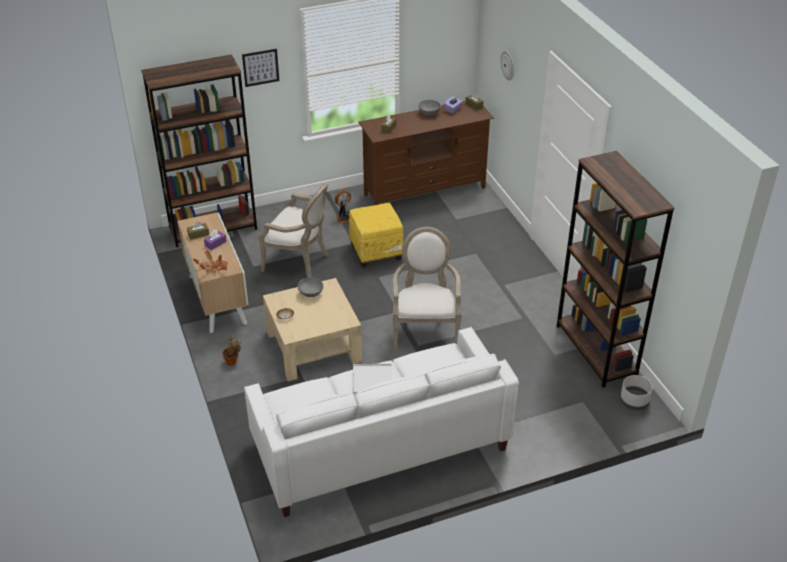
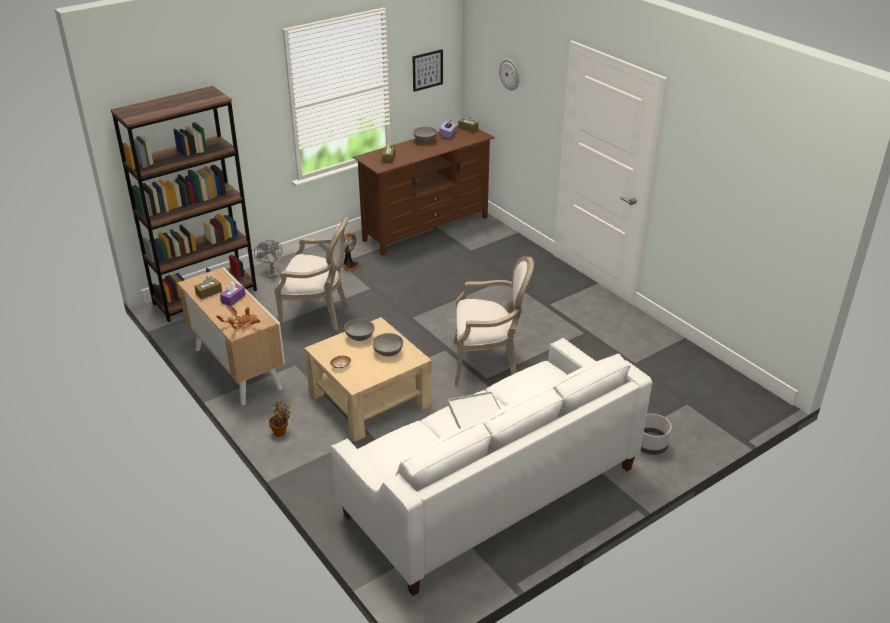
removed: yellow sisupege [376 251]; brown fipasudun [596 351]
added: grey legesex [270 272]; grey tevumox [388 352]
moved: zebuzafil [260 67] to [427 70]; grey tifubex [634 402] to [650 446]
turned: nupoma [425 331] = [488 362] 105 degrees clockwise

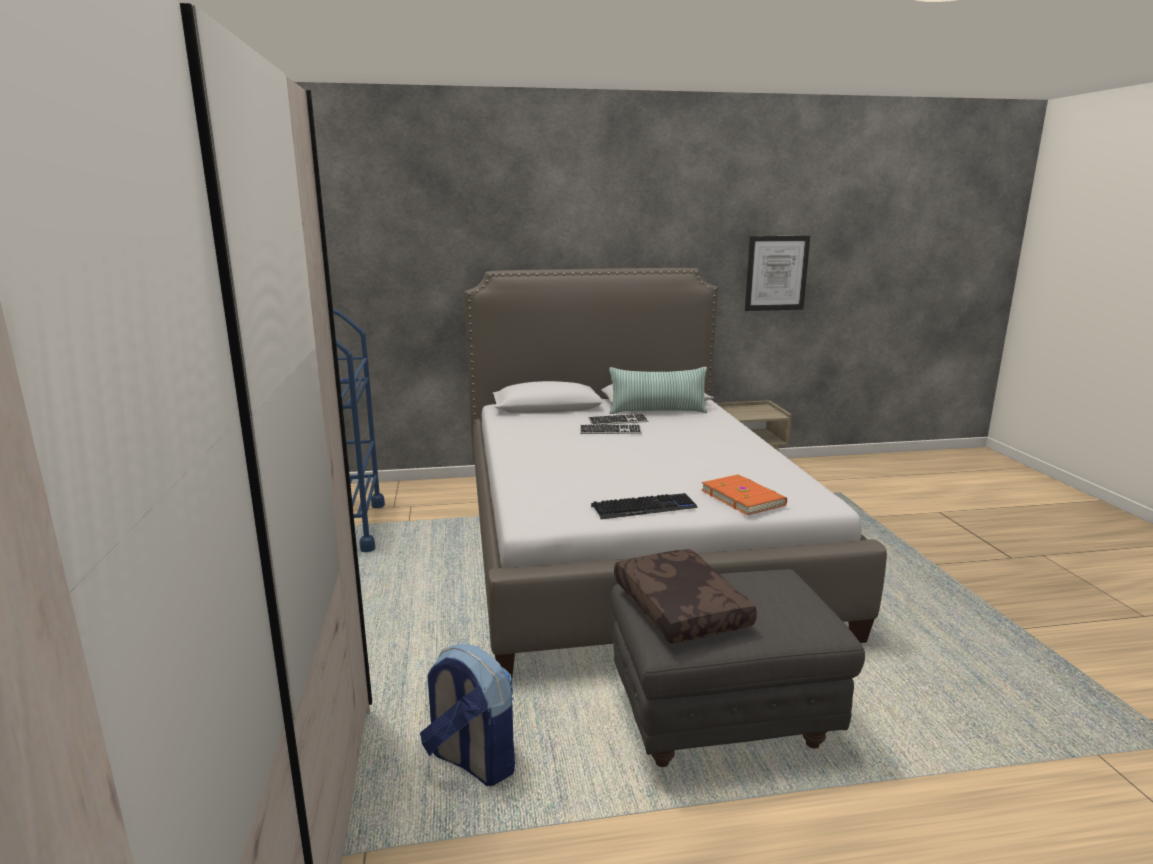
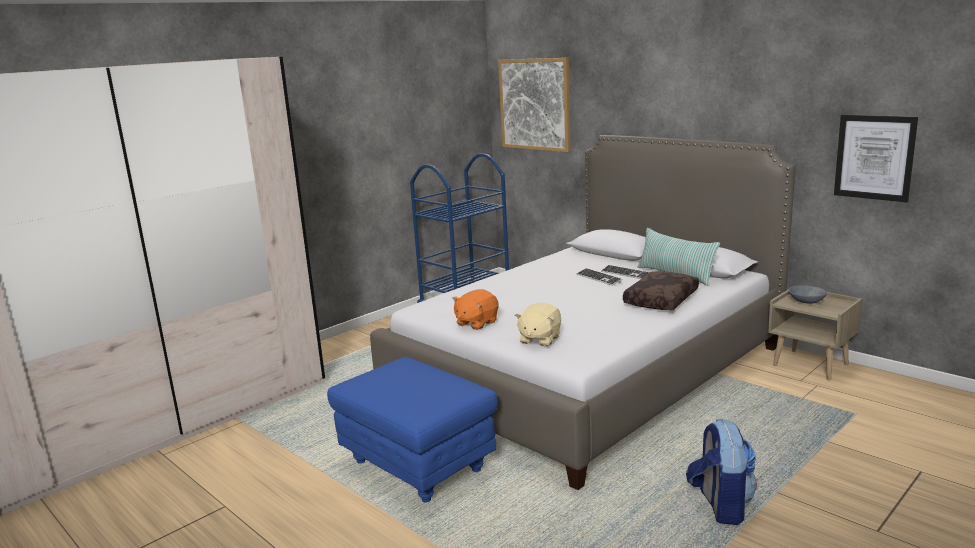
added: zebuzafil [535 104]; grey tevumox [806 301]
moved: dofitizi [471 761] to [720 505]; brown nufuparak [677 608] to [660 299]
replaced: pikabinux [644 508] to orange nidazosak [476 323]; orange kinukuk [743 497] to beige nidazosak [539 339]
recoloured: grey sisupege [721 719] to blue sisupege [419 466]

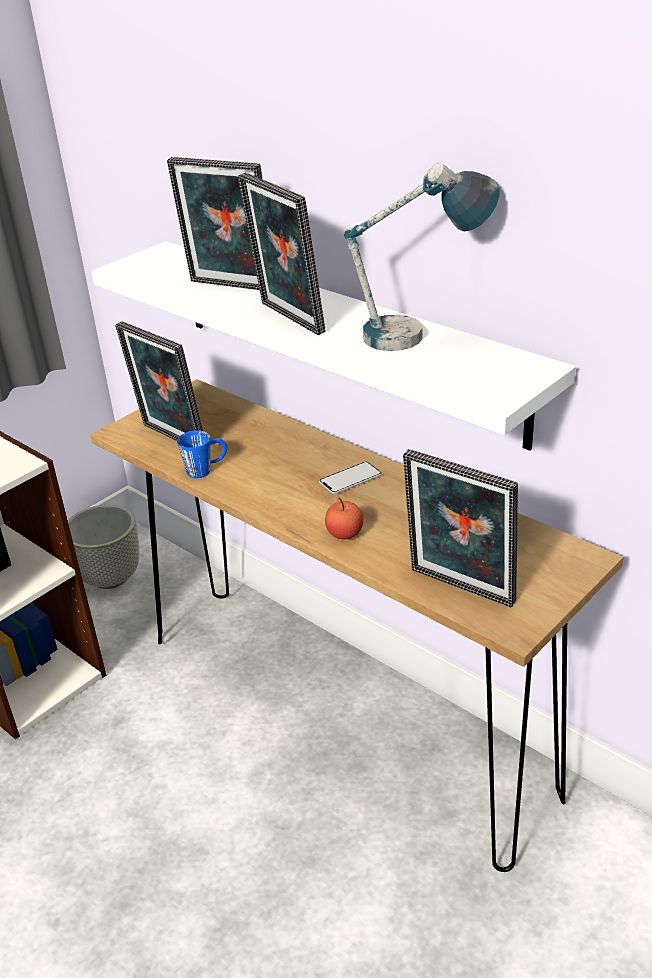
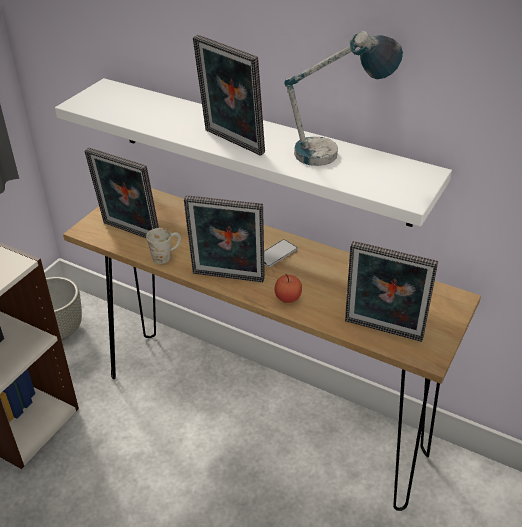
moved: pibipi [230 287] to [227 279]
recoloured: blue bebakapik [206 469] to white bebakapik [166 255]

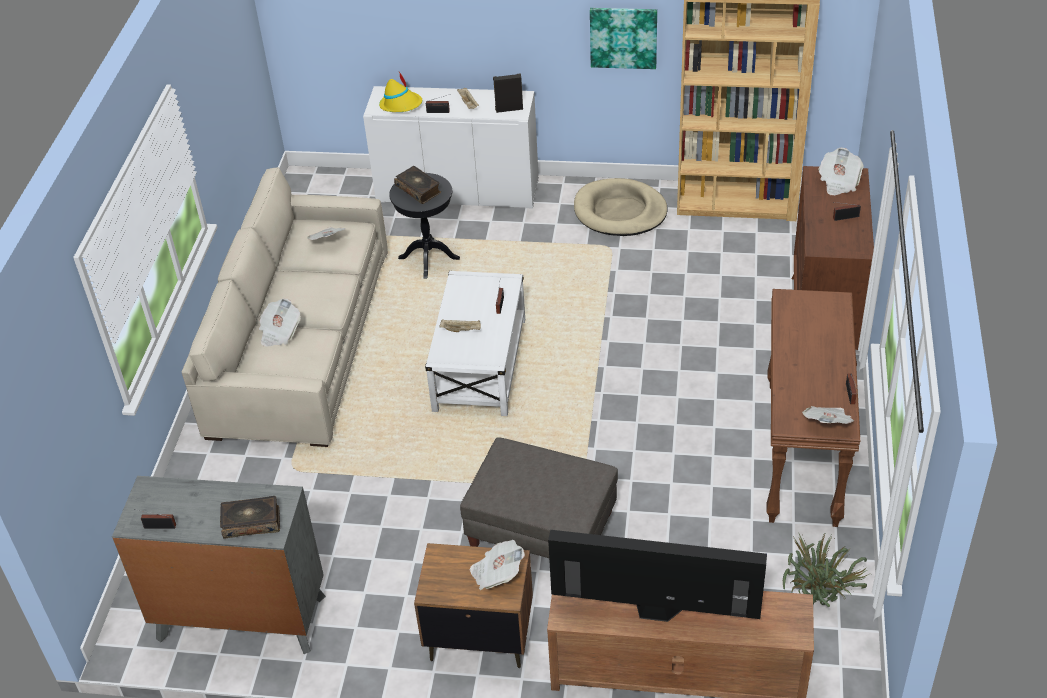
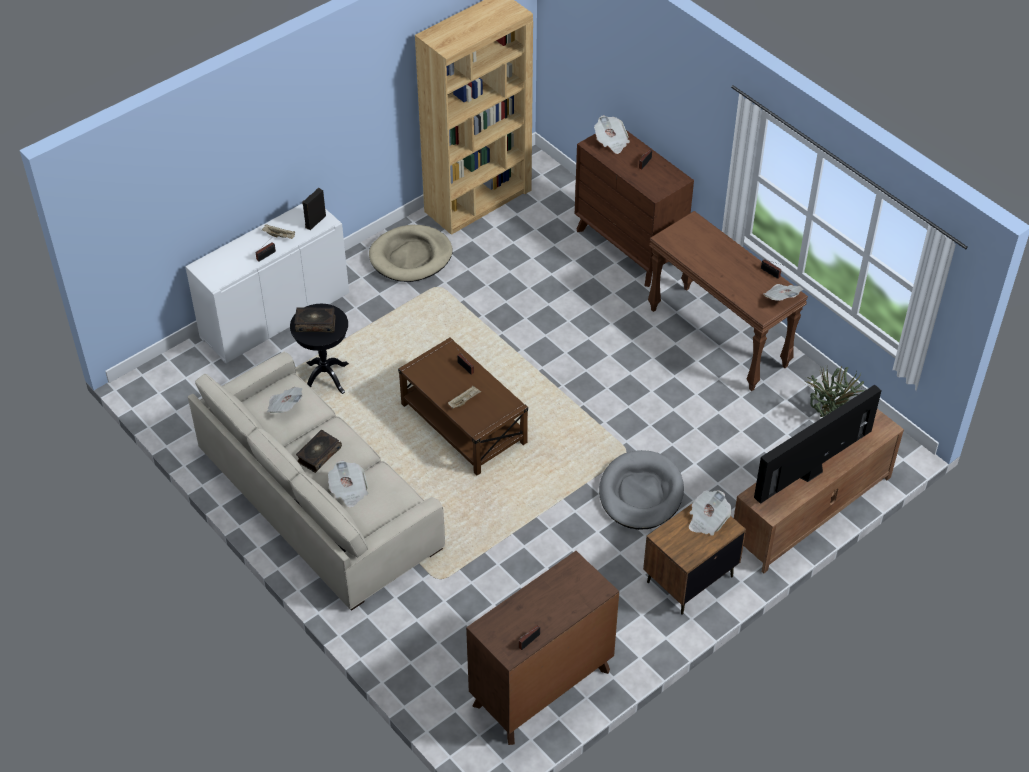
removed: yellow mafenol [401 105]; zebuzafil [623 37]
moved: kinukuk [251 522] to [318 455]
replaced: grey sisupege [542 530] to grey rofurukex [640 493]
recoloured: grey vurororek [241 617] to brown vurororek [541 688]; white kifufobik [480 364] to brown kifufobik [463 423]

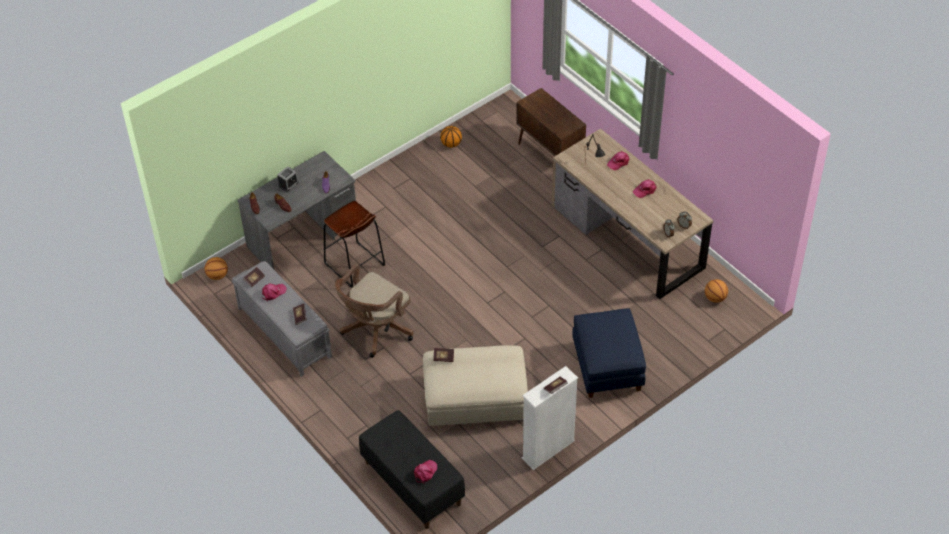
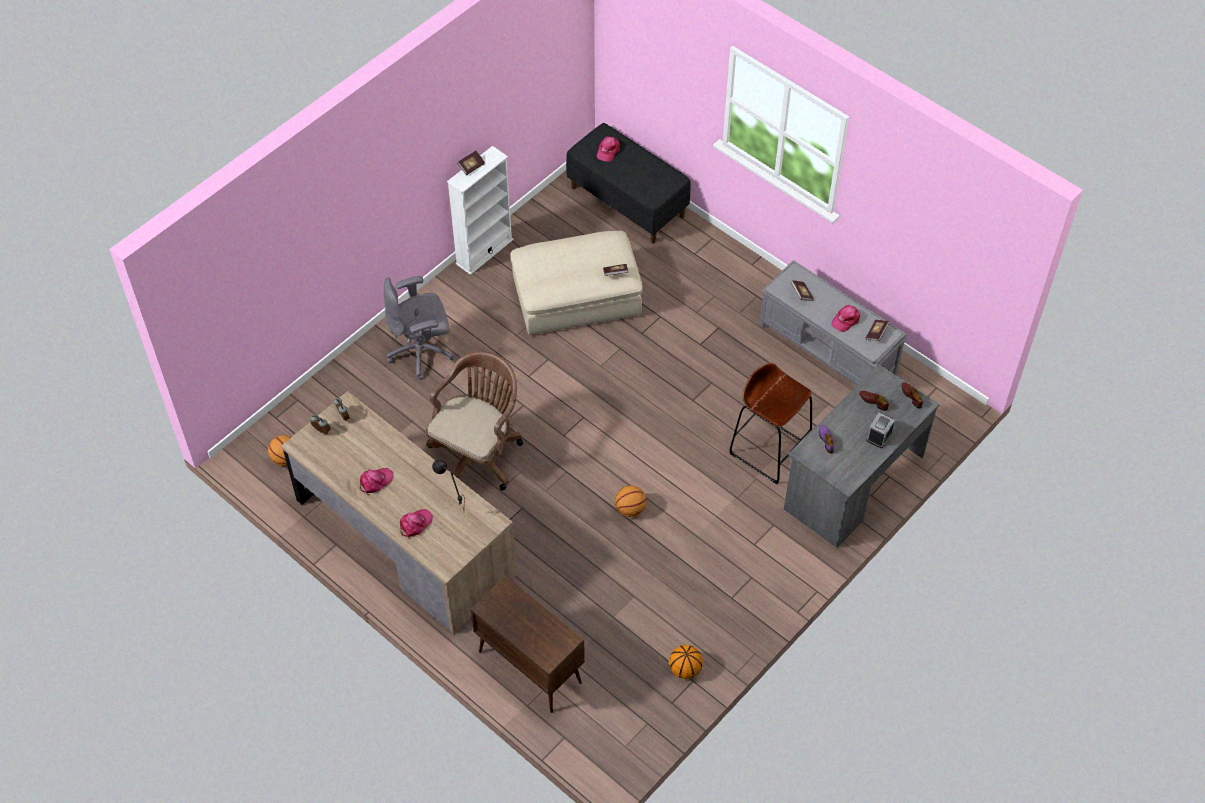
moved: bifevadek [217 275] to [630 509]; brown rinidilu [375 330] to [478 453]
replaced: blue sisupege [608 367] to grey rinidilu [422 352]

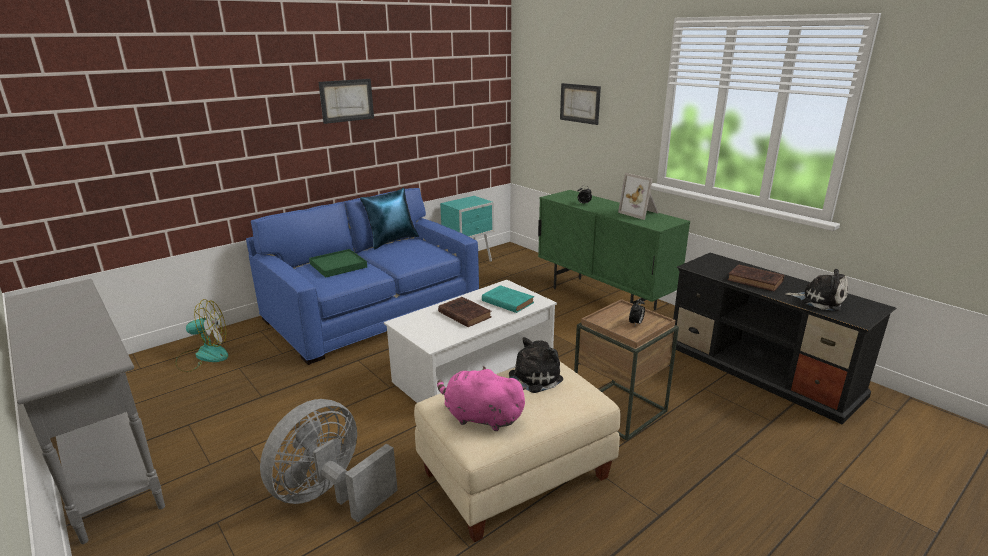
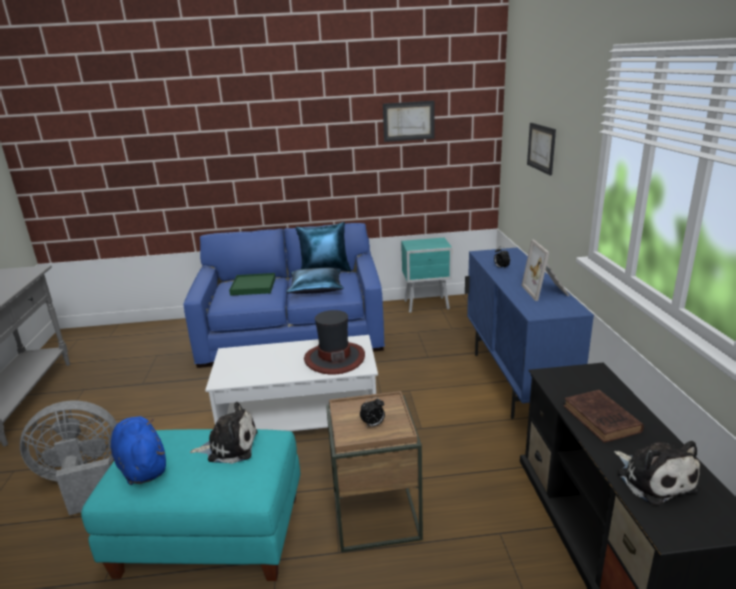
removed: legesex [203 356]; brown kinukuk [463 314]
added: blue nufuparak [316 288]
moved: zebuzafil [346 100] to [408 121]
replaced: turquoise kinukuk [506 301] to mafenol [334 358]
recoloured: beige sisupege [516 476] to turquoise sisupege [209 536]; pink nidazosak [480 417] to blue nidazosak [142 466]; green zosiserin [603 299] to blue zosiserin [515 382]

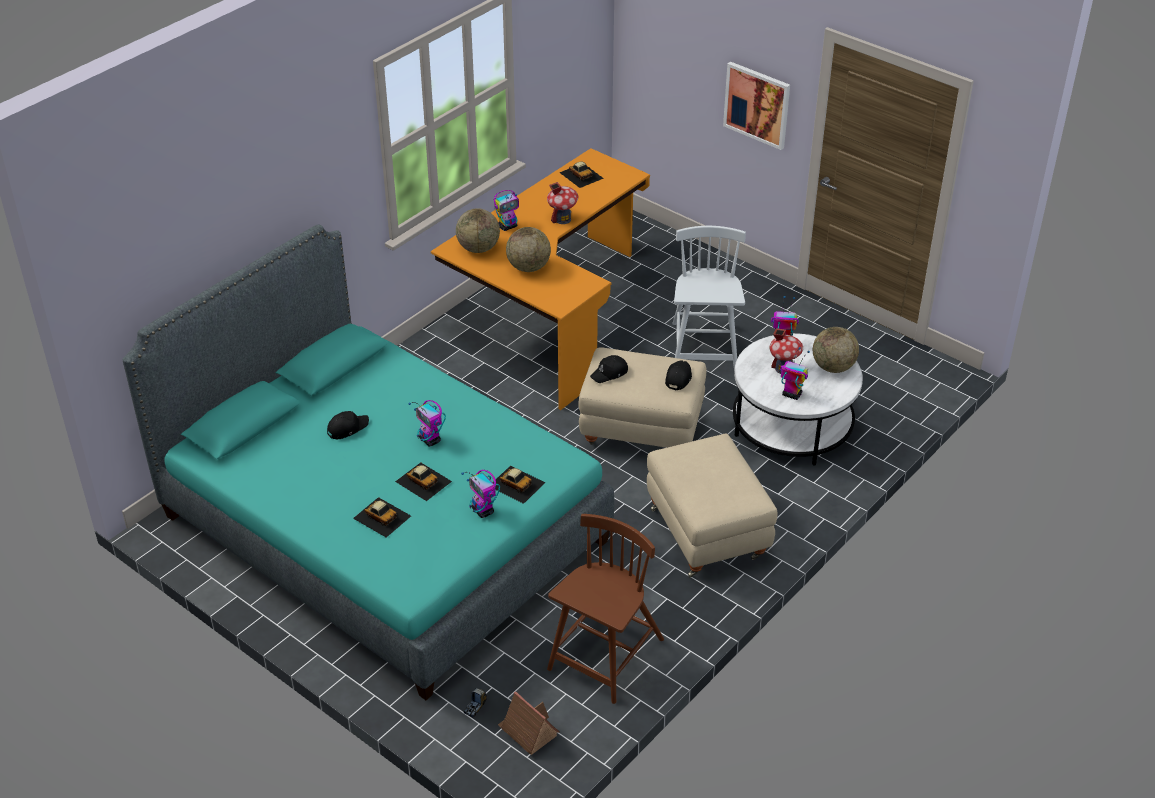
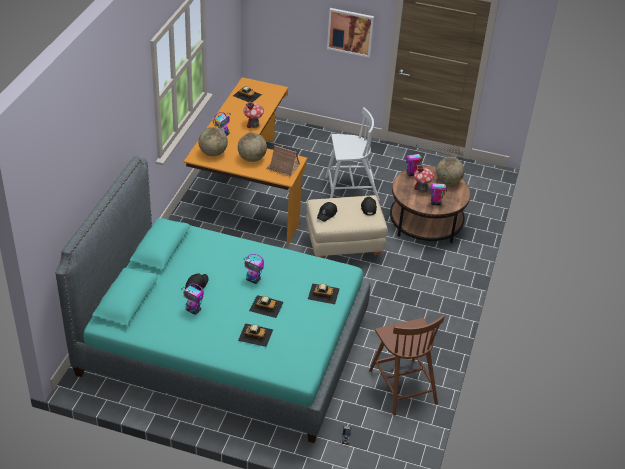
removed: beige sisupege [708 534]
moved: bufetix [483 511] to [193 310]; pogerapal [528 731] to [282 168]
recoloured: white kifufobik [792 425] to brown kifufobik [426 222]
turned: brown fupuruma [605 656] = [402 385] 150 degrees clockwise; white fupuruma [704 349] = [350 189] 105 degrees clockwise

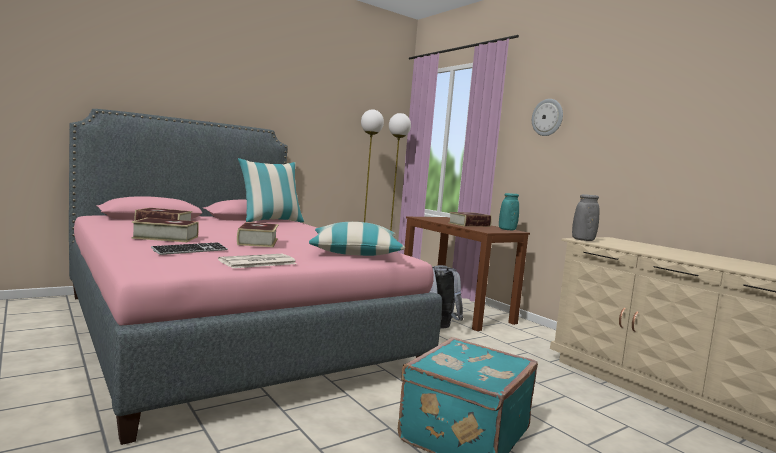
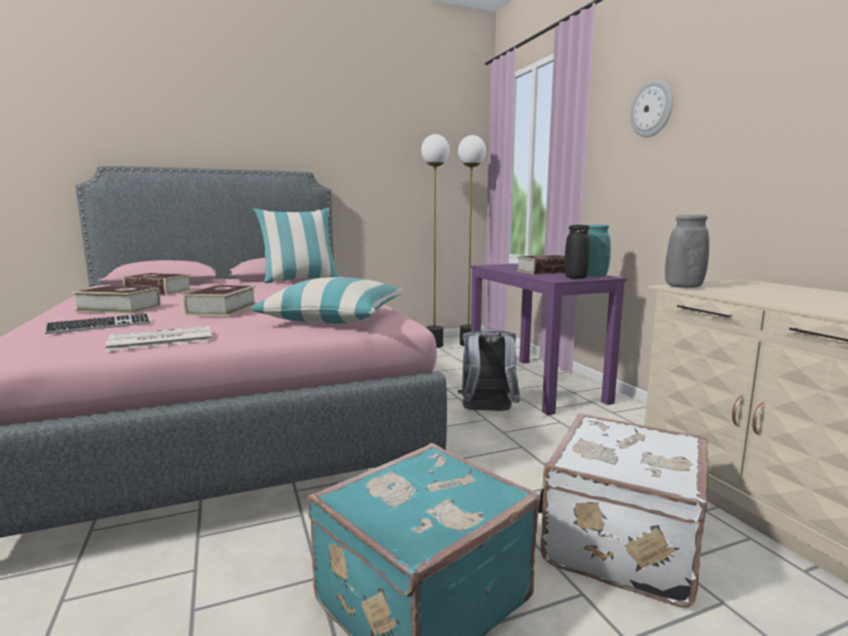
added: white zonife [618 542]; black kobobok [575 278]
recoloured: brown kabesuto [456 310] to purple kabesuto [535 384]

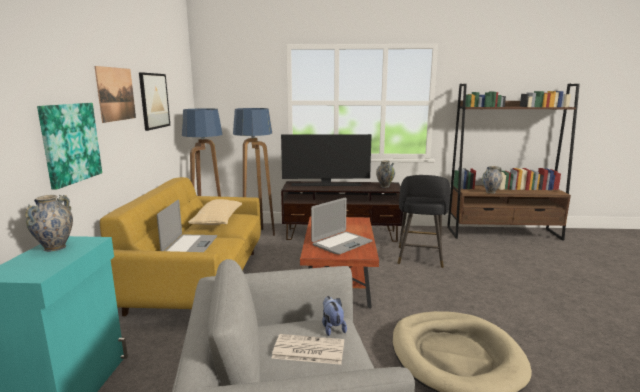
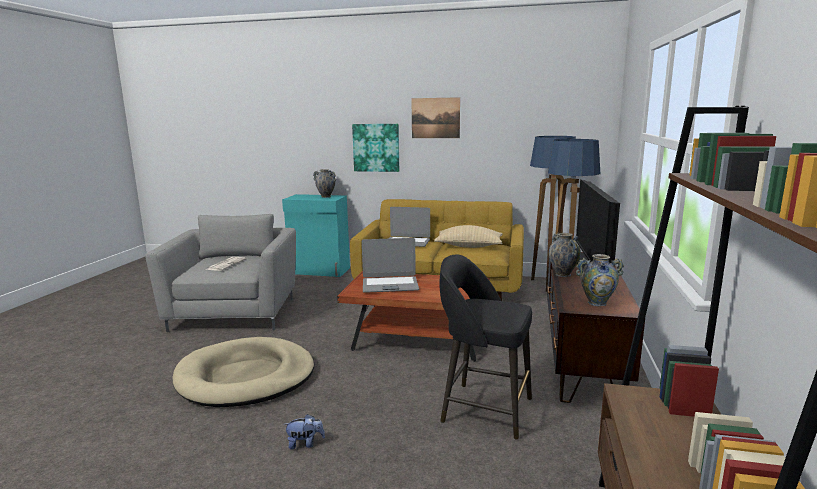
removed: zebuzafil [154 101]
moved: nidazosak [332 327] to [305 443]; kobobok [490 192] to [563 274]
turned: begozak [341 243] = [390 285] 60 degrees counterclockwise

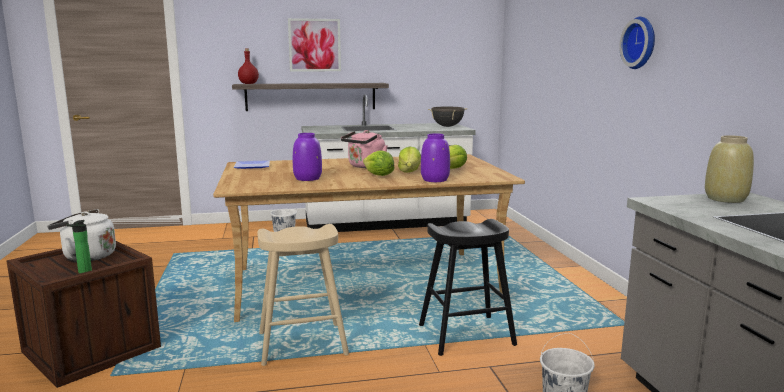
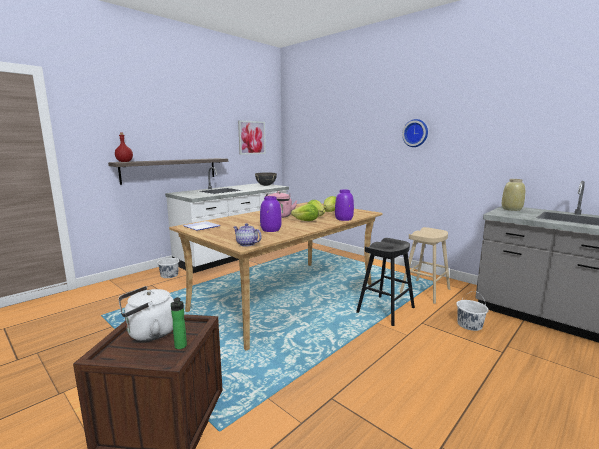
added: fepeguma [246 244]
moved: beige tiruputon [302 344] to [425 291]; zebuzafil [314 45] to [251 137]

